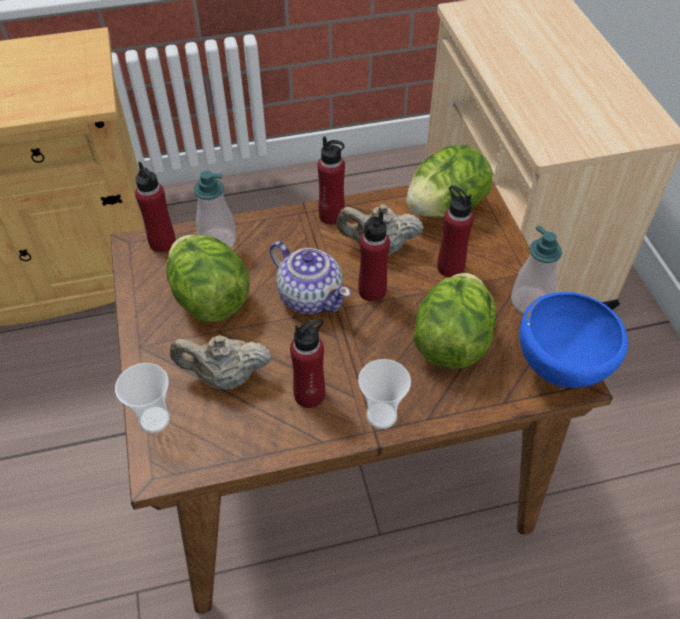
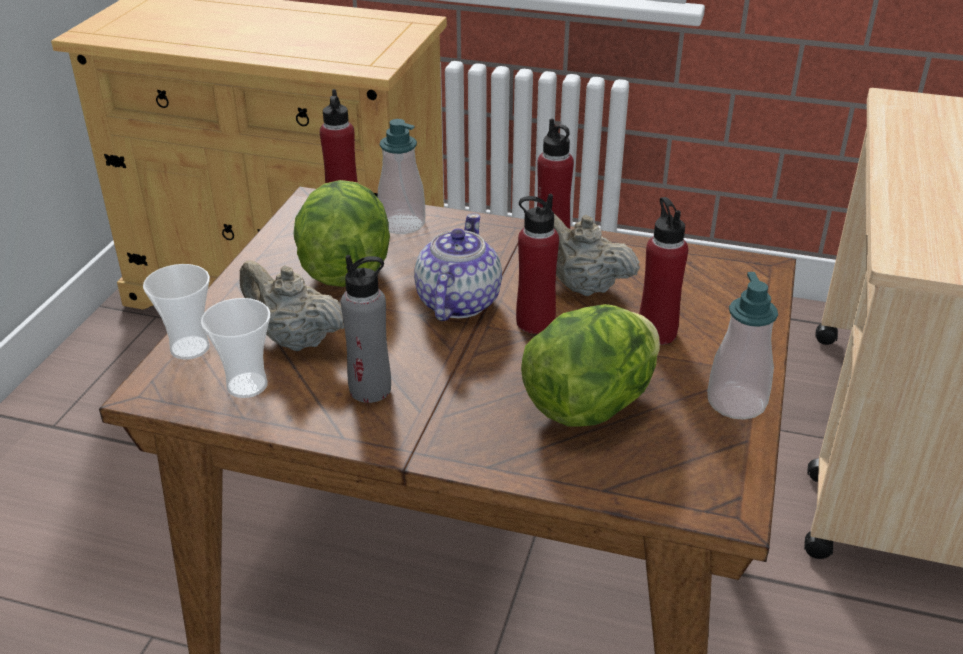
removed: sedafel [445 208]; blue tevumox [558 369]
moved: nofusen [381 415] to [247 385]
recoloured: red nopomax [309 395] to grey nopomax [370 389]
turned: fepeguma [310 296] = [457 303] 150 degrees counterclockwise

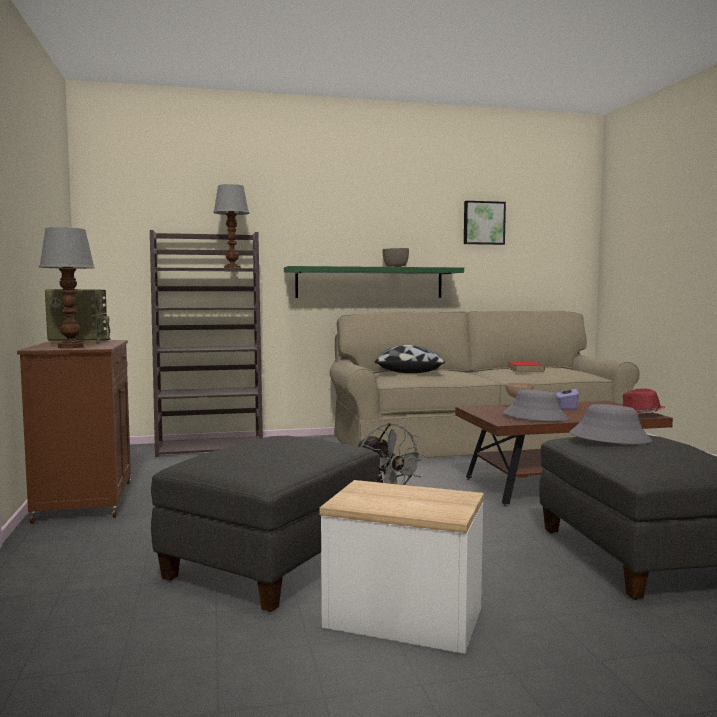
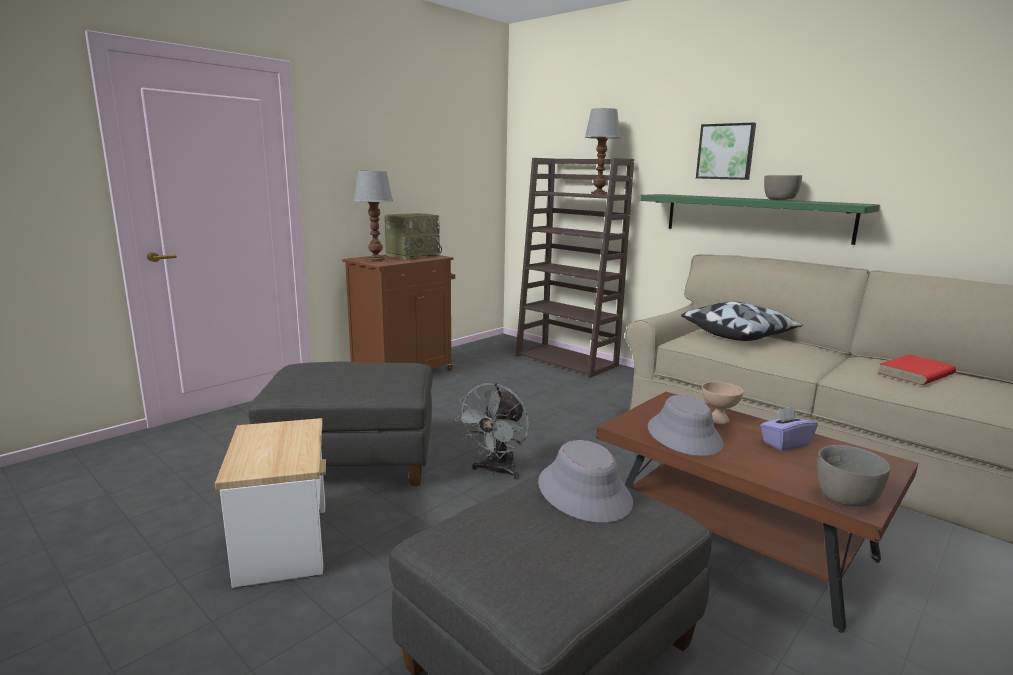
moved: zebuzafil [483 223] to [726 151]
replaced: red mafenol [640 415] to grey tevumox [845 498]

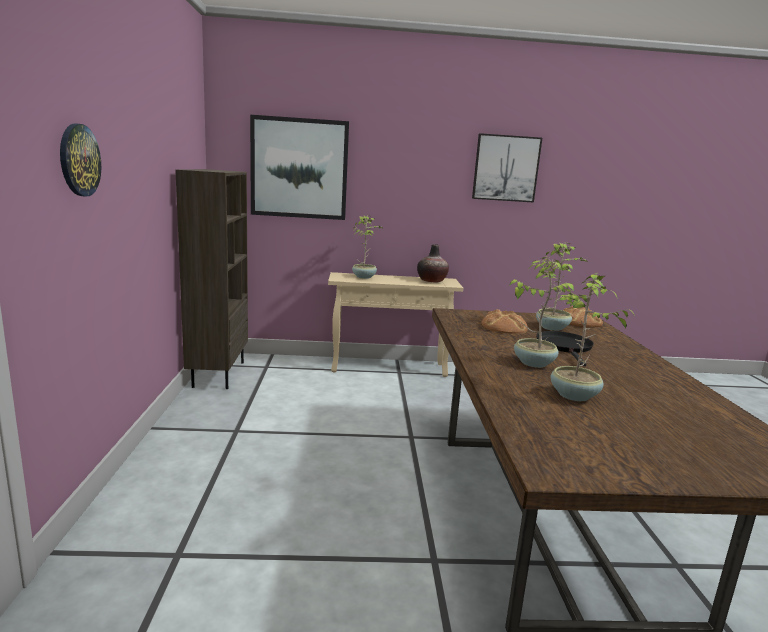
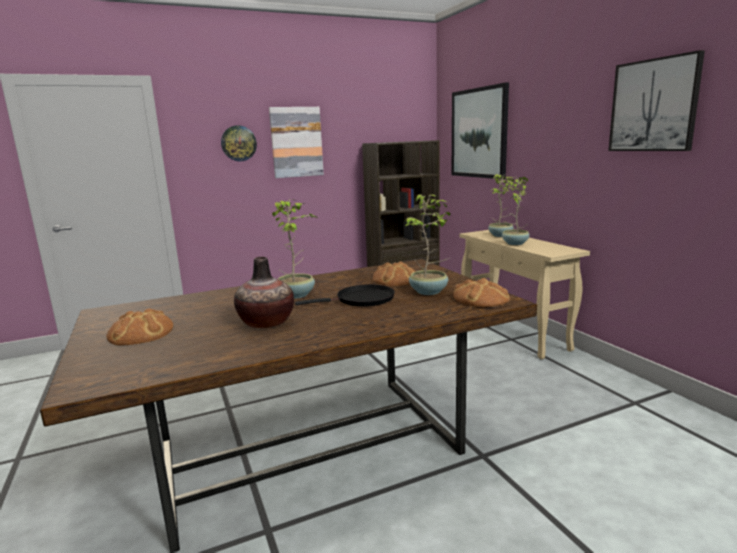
added: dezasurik [141 333]; zebuzafil [296 142]
moved: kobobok [432 281] to [266 323]; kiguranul [573 396] to [514 243]

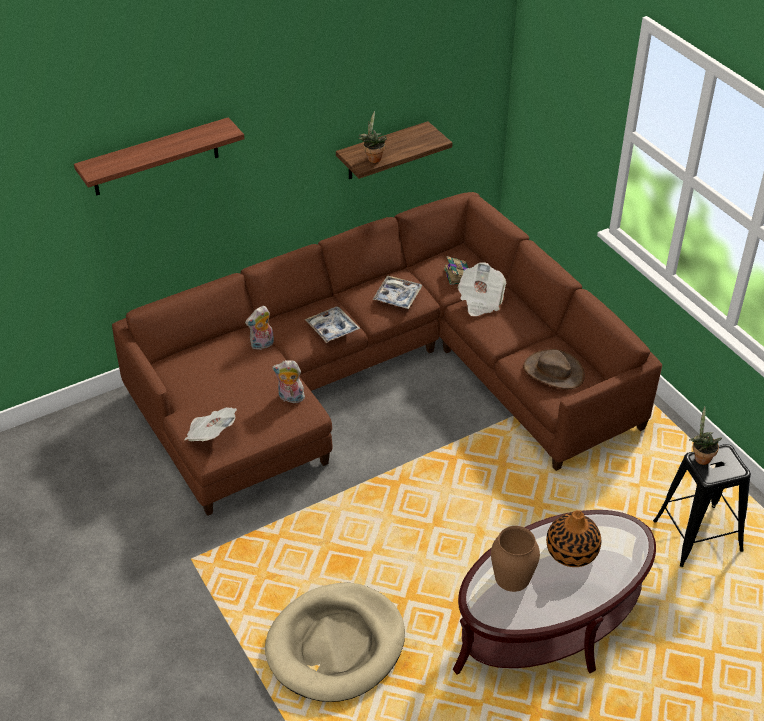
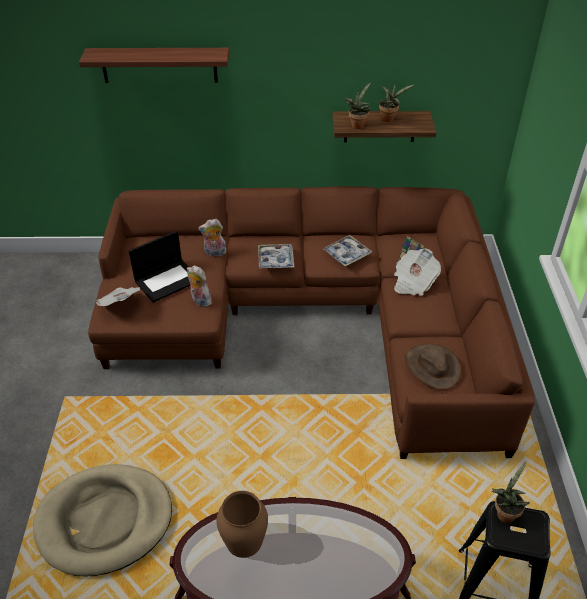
removed: kobobok [572 552]
added: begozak [167 280]; kiguranul [389 118]

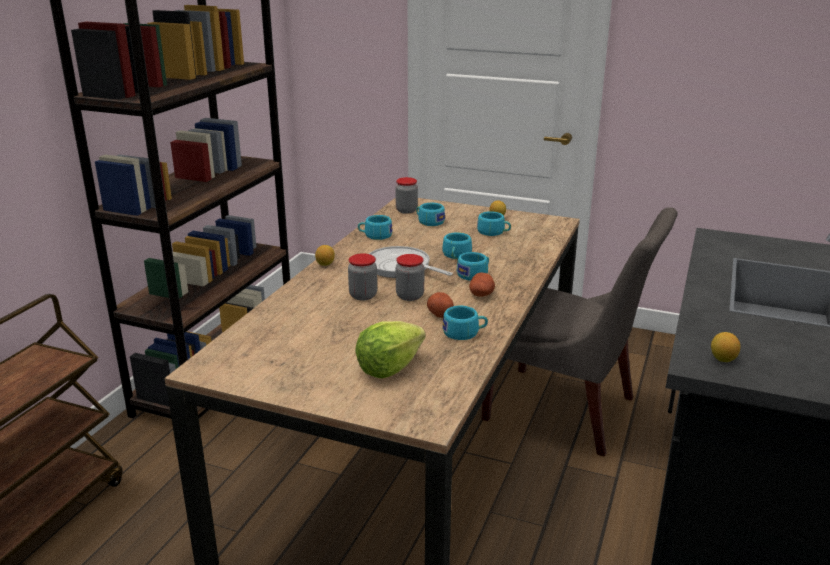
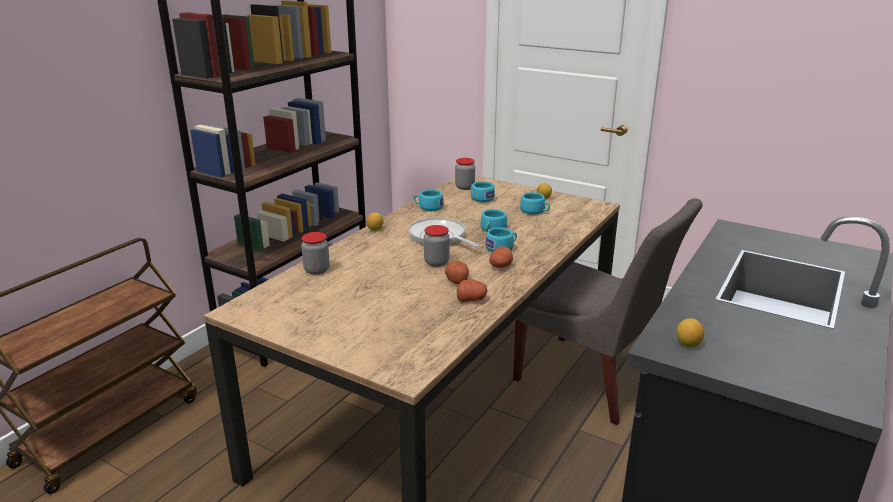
removed: sedafel [389 367]
moved: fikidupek [363 295] to [317 270]
replaced: turquoise nofusen [465 333] to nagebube [471 299]

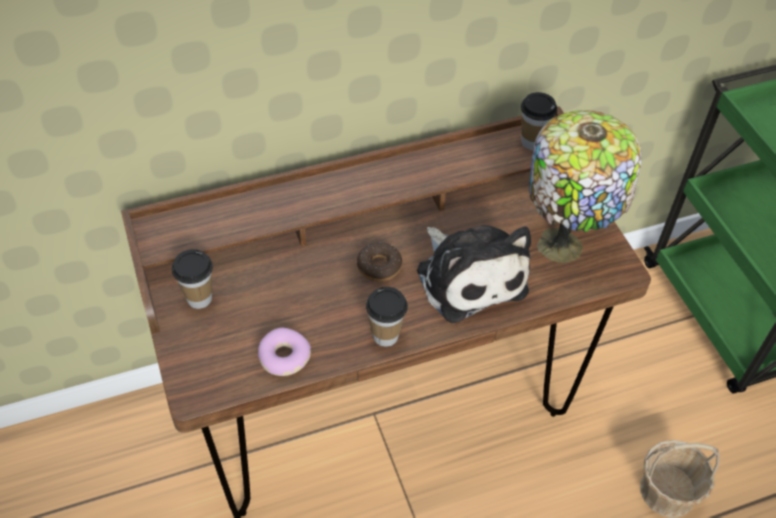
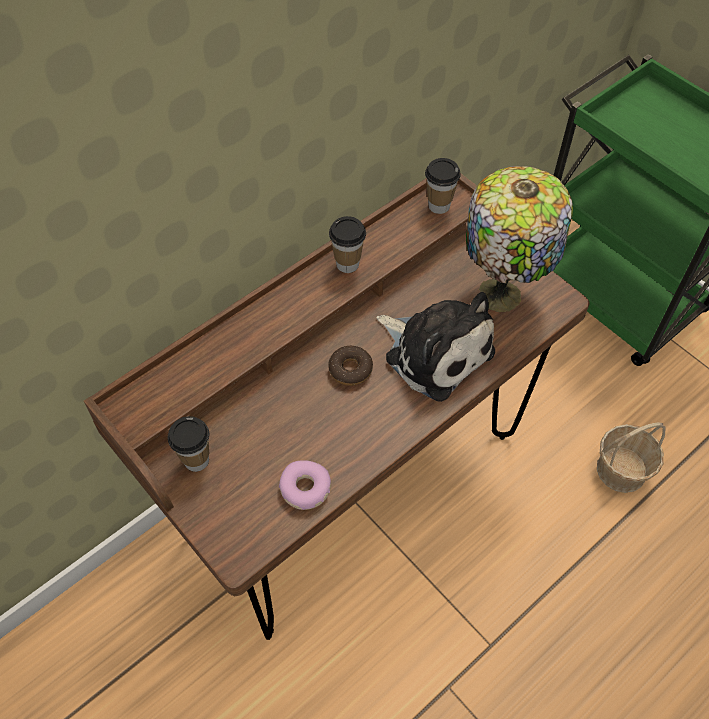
moved: nofusen [385 336] to [347 264]

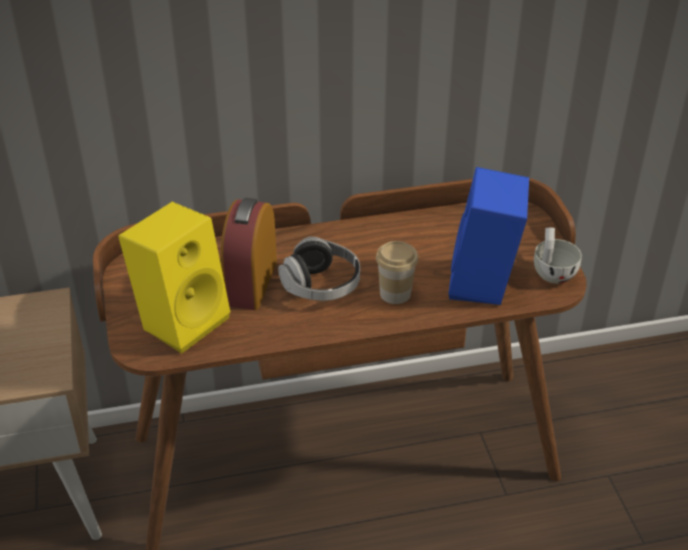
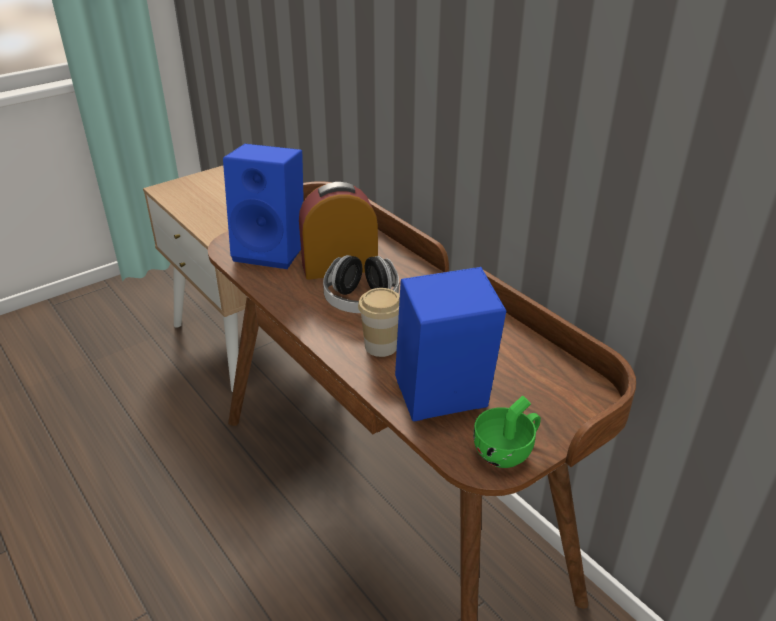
recoloured: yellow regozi [183 319] to blue regozi [273 250]; white nofusen [552 271] to green nofusen [507 451]

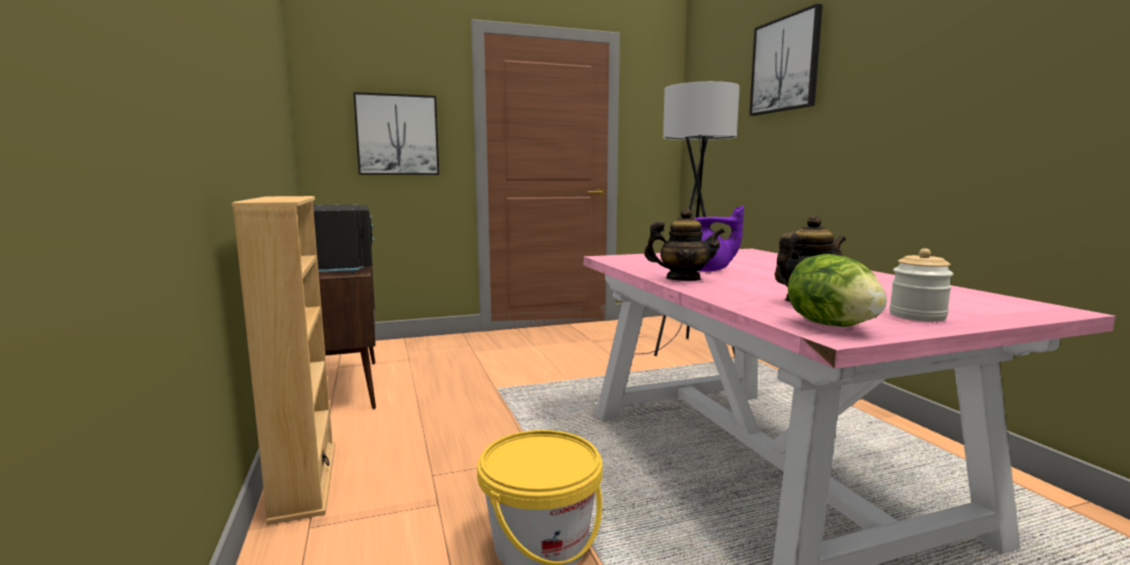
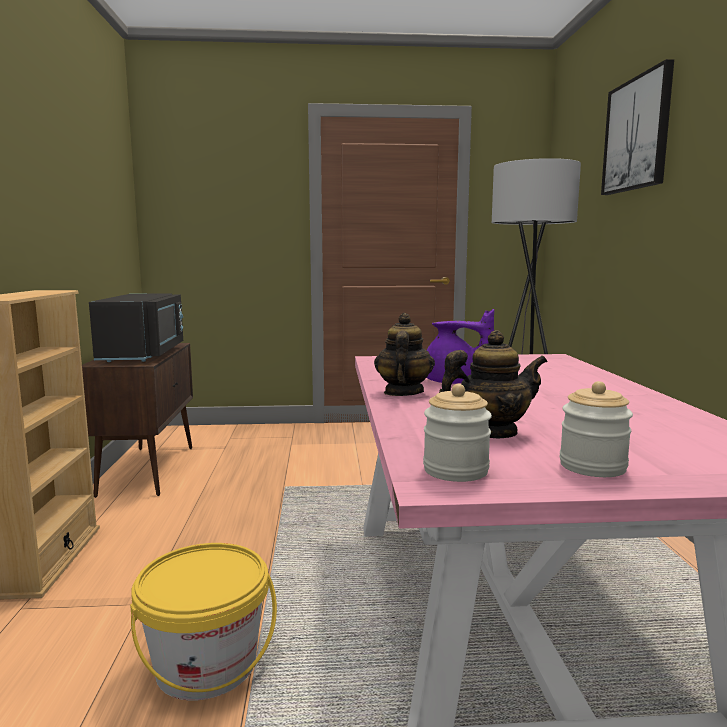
removed: zebuzafil [397 135]
replaced: sedafel [831 325] to fikidupek [455 470]
turned: fepeguma [683 279] = [403 392] 105 degrees counterclockwise

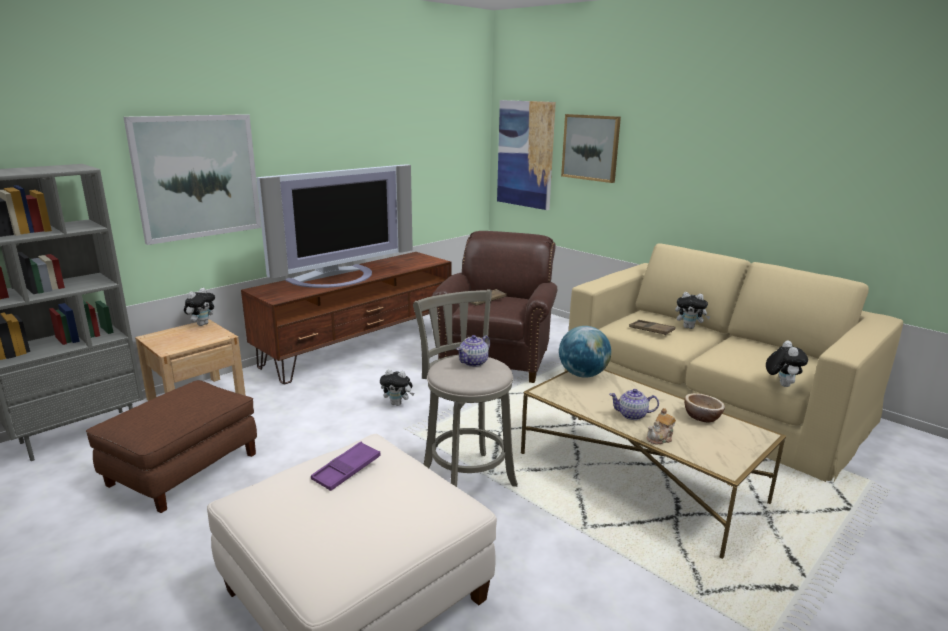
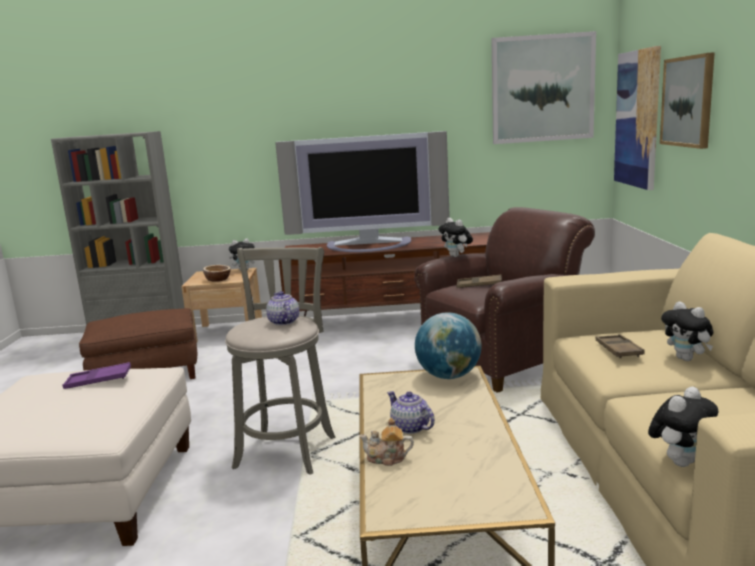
moved: zebuzafil [197 177] to [542 89]; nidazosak [397 404] to [456 256]; tevumox [702 417] to [218 279]
turned: fepeguma [474 362] = [283 322] 75 degrees clockwise

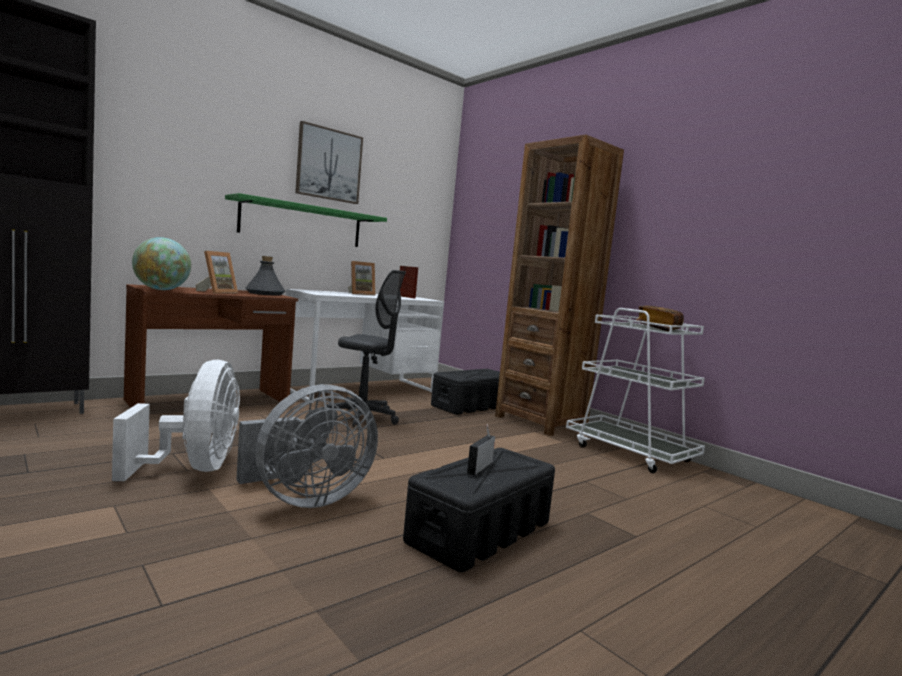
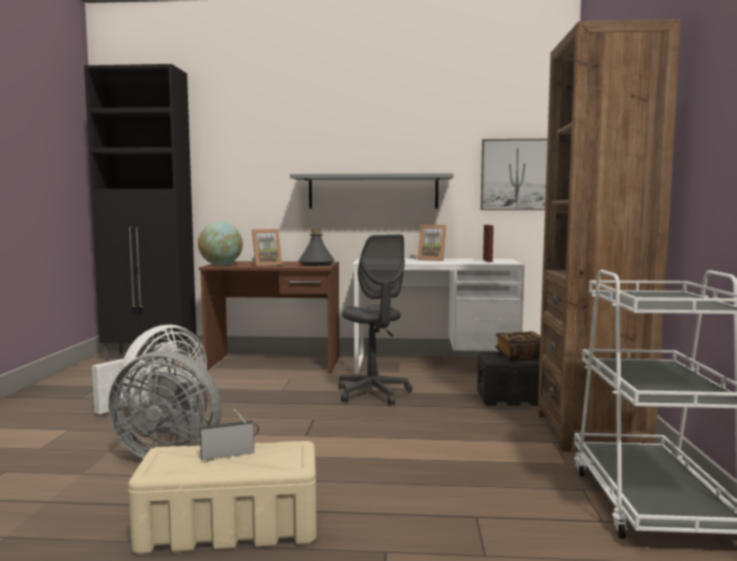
moved: zebuzafil [329 164] to [516 175]; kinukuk [658 328] to [521 356]
recoloured: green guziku [302 224] to grey guziku [373 192]; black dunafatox [479 532] to beige dunafatox [228 527]

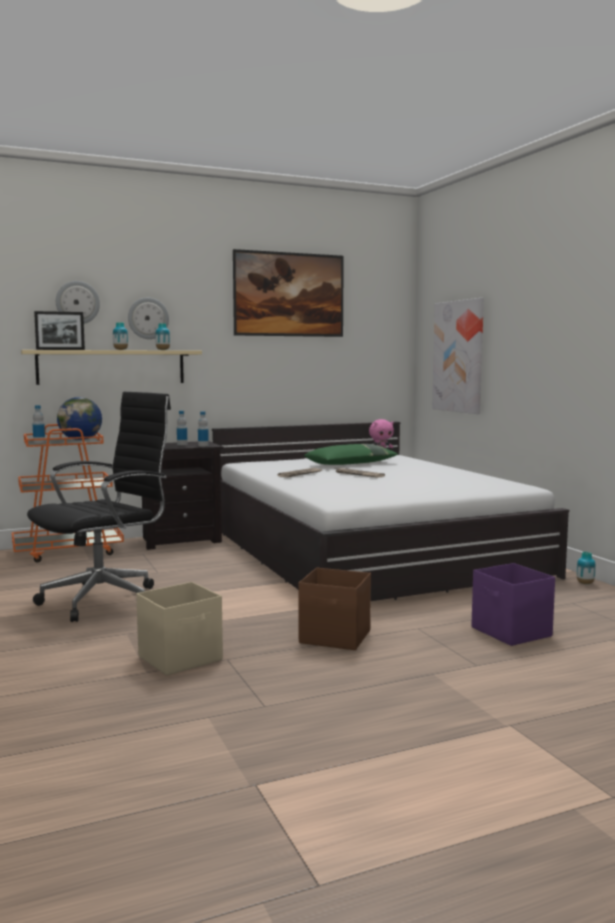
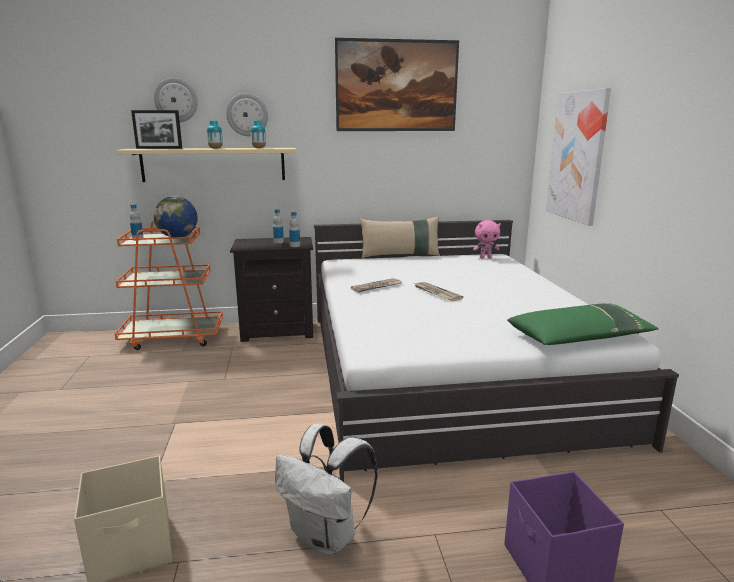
removed: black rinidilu [106 599]; kobobok [585 583]
added: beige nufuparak [400 255]
moved: green nufuparak [351 464] to [580 337]
replaced: brown dunafatox [336 637] to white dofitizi [327 536]

